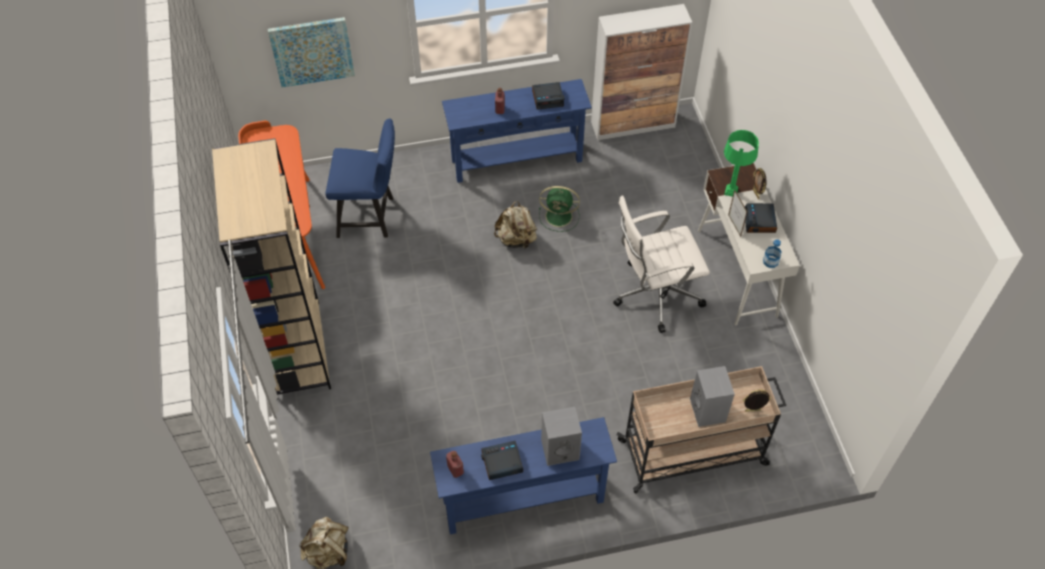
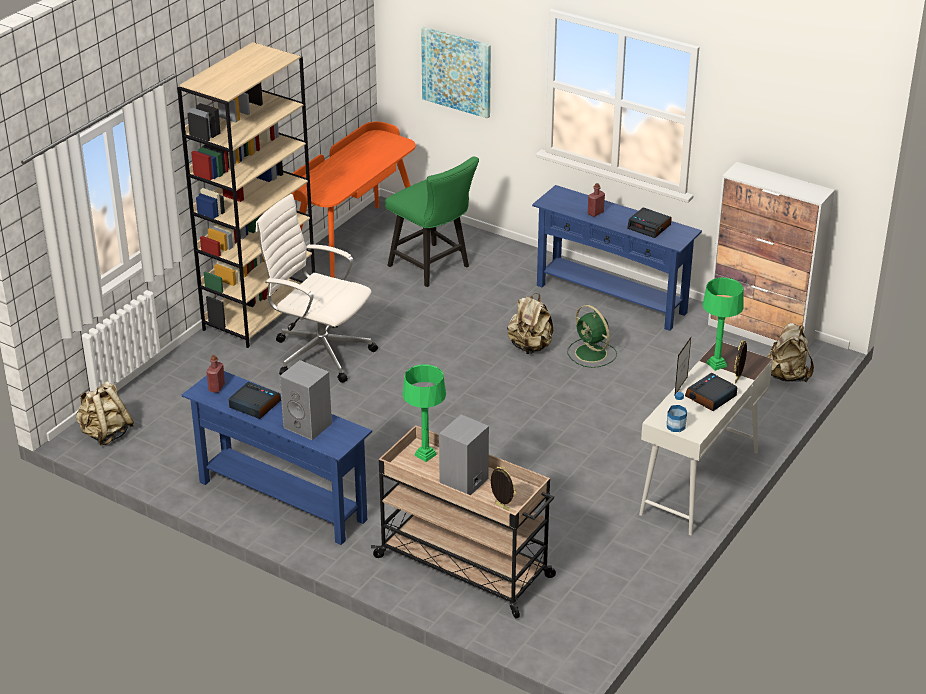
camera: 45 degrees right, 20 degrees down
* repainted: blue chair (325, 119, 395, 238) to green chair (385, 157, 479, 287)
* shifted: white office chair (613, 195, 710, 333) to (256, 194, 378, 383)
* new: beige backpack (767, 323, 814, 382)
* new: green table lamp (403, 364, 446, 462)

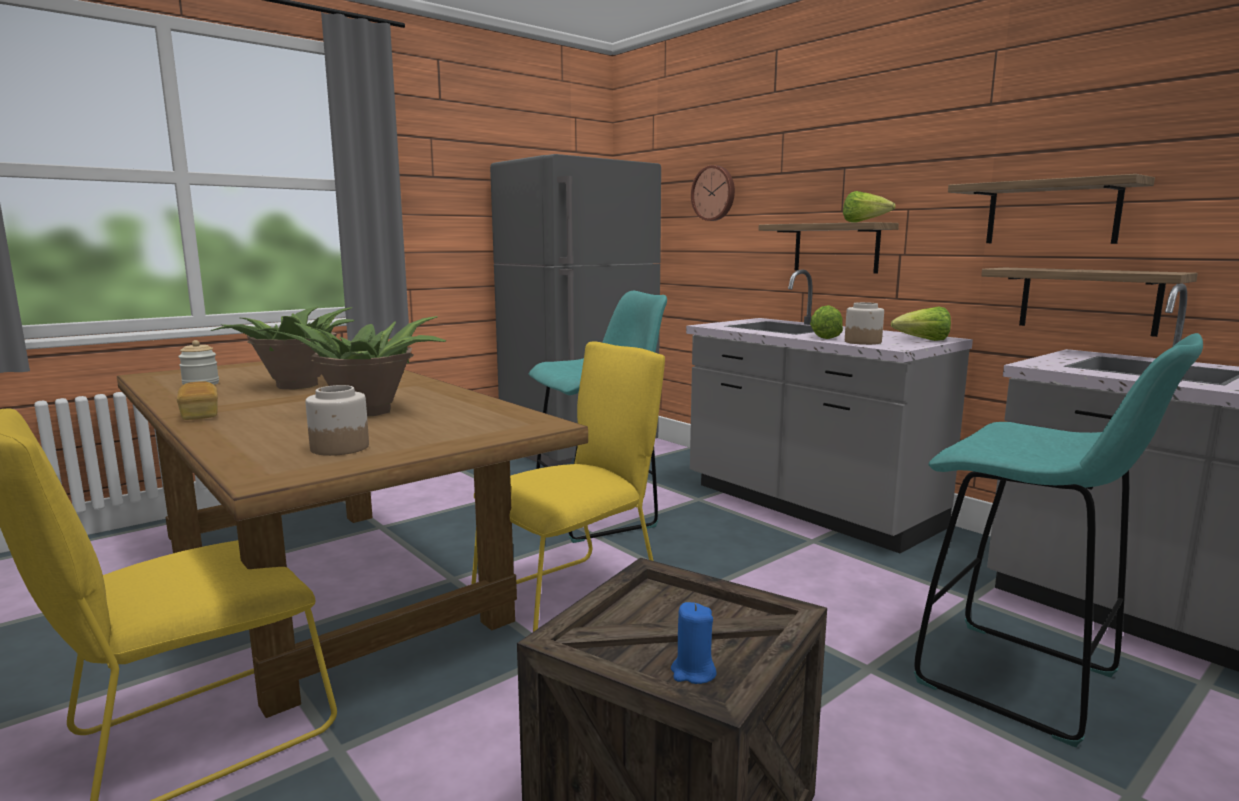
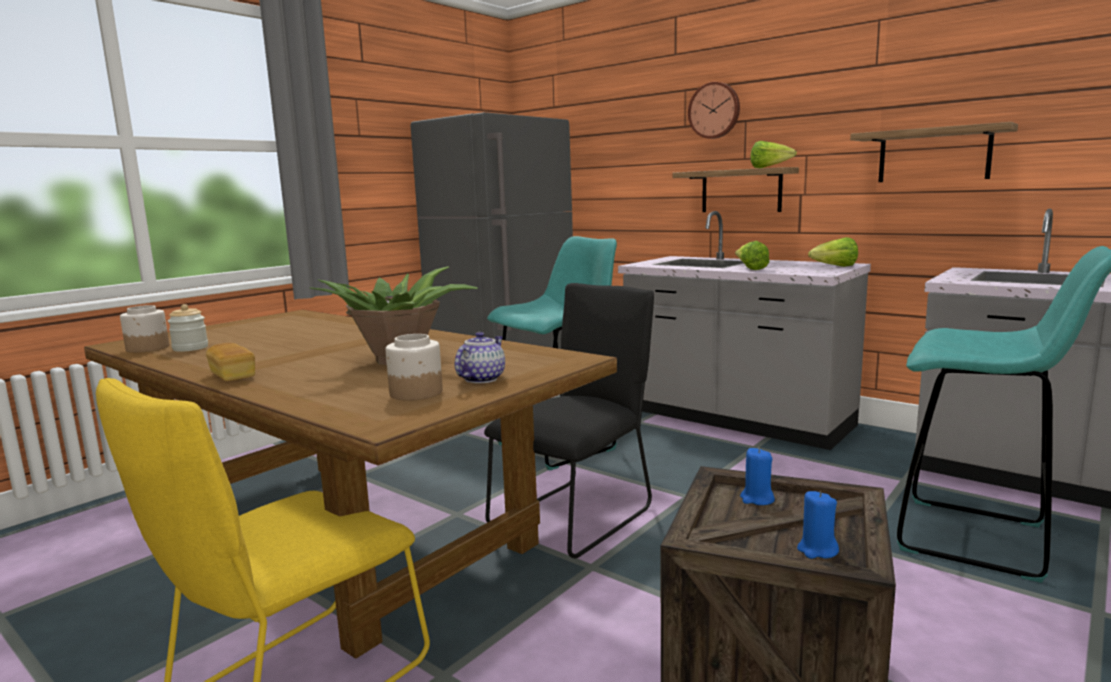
camera: 10 degrees left, 0 degrees up
* shifted: wall clock (691, 165, 735, 221) to (688, 82, 740, 139)
* gone: shelf (981, 268, 1198, 337)
* shifted: jar (845, 302, 884, 345) to (120, 305, 169, 353)
* gone: potted plant (211, 307, 354, 390)
* repainted: yellow chair (471, 341, 665, 632) to black chair (484, 283, 654, 558)
* new: teapot (455, 332, 505, 383)
* new: blue candle (740, 448, 775, 505)

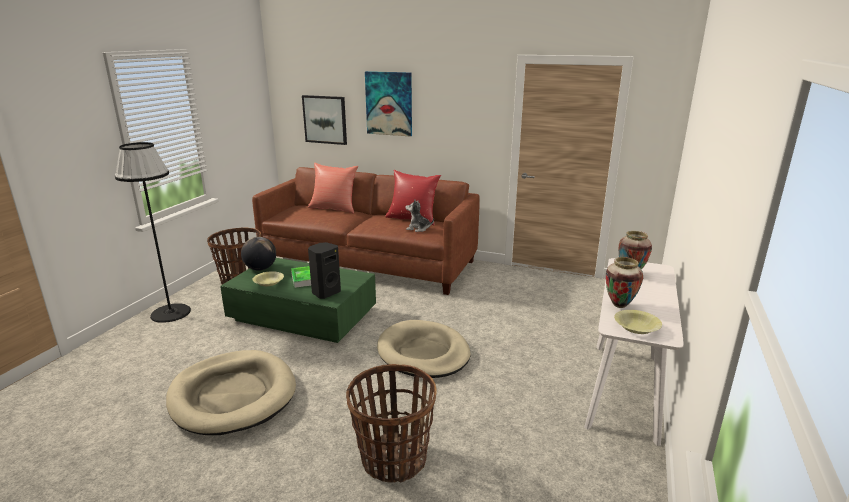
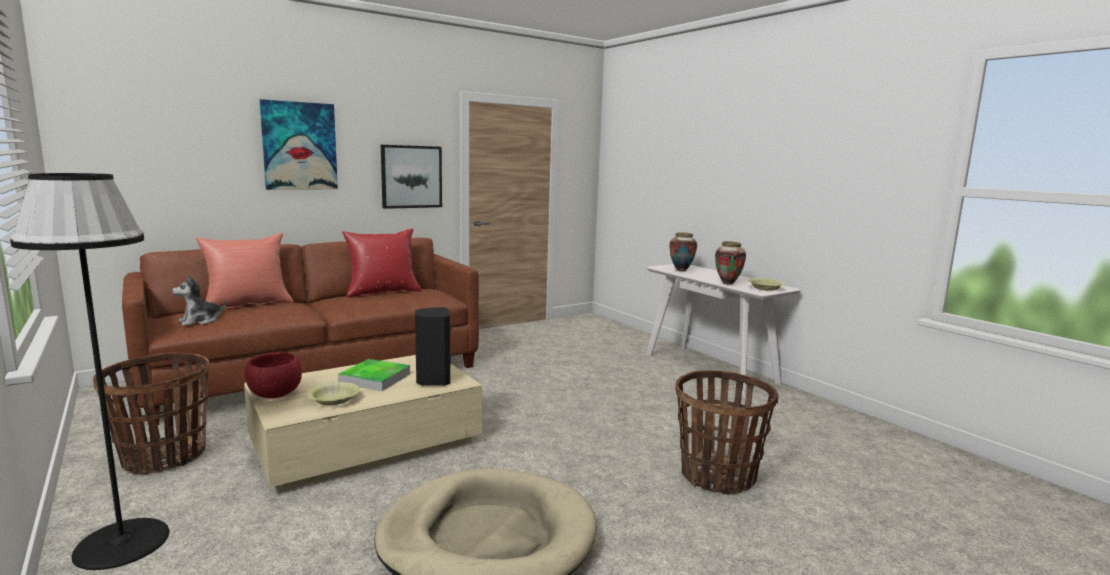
camera: 55 degrees left, 10 degrees down
* shifted: picture (302, 95, 347, 145) to (381, 145, 442, 209)
* shifted: plush toy (405, 200, 434, 232) to (172, 275, 227, 326)
* swapped: globe (241, 237, 276, 271) to red bowl (245, 352, 302, 398)
* repainted: green coffee table (220, 258, 376, 343) to beige coffee table (244, 355, 483, 491)
* gone: beige dog bed (377, 320, 470, 378)

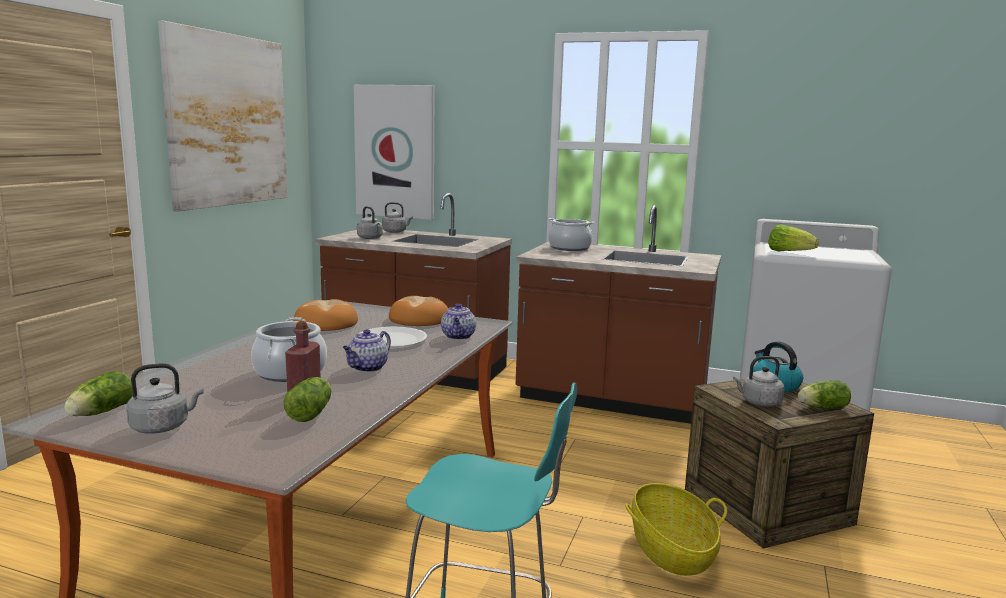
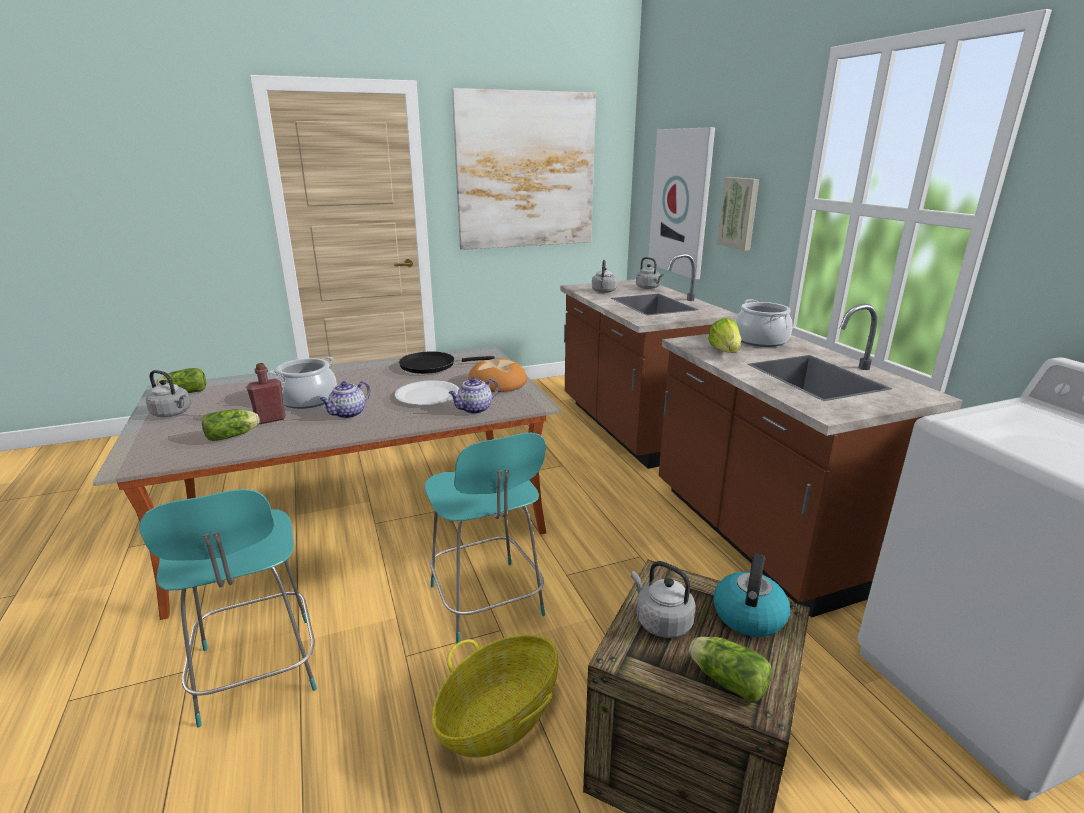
camera: 50 degrees right, 10 degrees up
* shifted: lettuce (768, 224, 819, 252) to (708, 318, 741, 353)
* swapped: bread (293, 299, 358, 331) to black frying pan (399, 351, 495, 374)
* rotated: teapot (343, 329, 391, 372) = (320, 381, 371, 418) 45 degrees counterclockwise
* new: picture (717, 177, 759, 251)
* new: turquoise chair (425, 433, 546, 644)

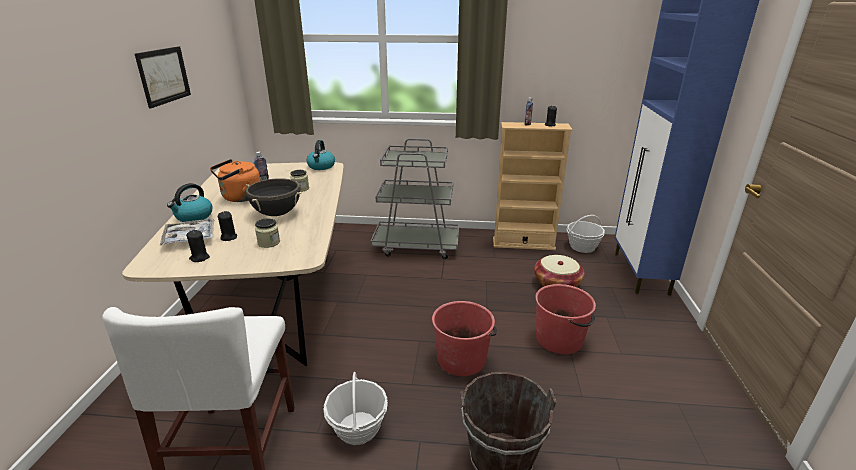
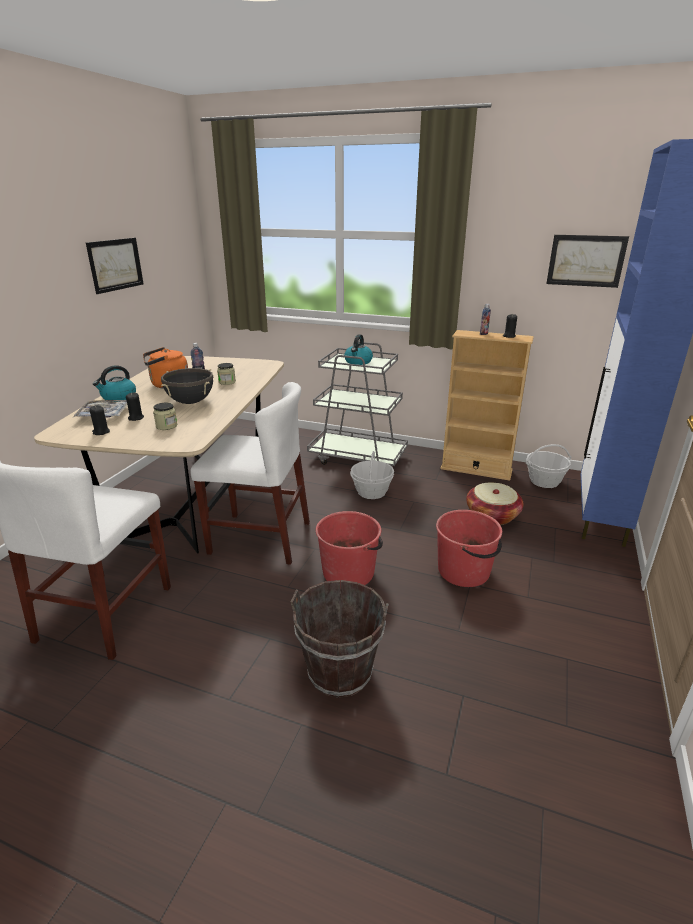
camera: 15 degrees right, 0 degrees up
* shifted: kettle (306, 140, 335, 170) to (344, 334, 373, 365)
* shifted: basket (323, 372, 388, 445) to (350, 451, 394, 499)
* new: picture (546, 235, 629, 288)
* new: white chair (190, 382, 310, 565)

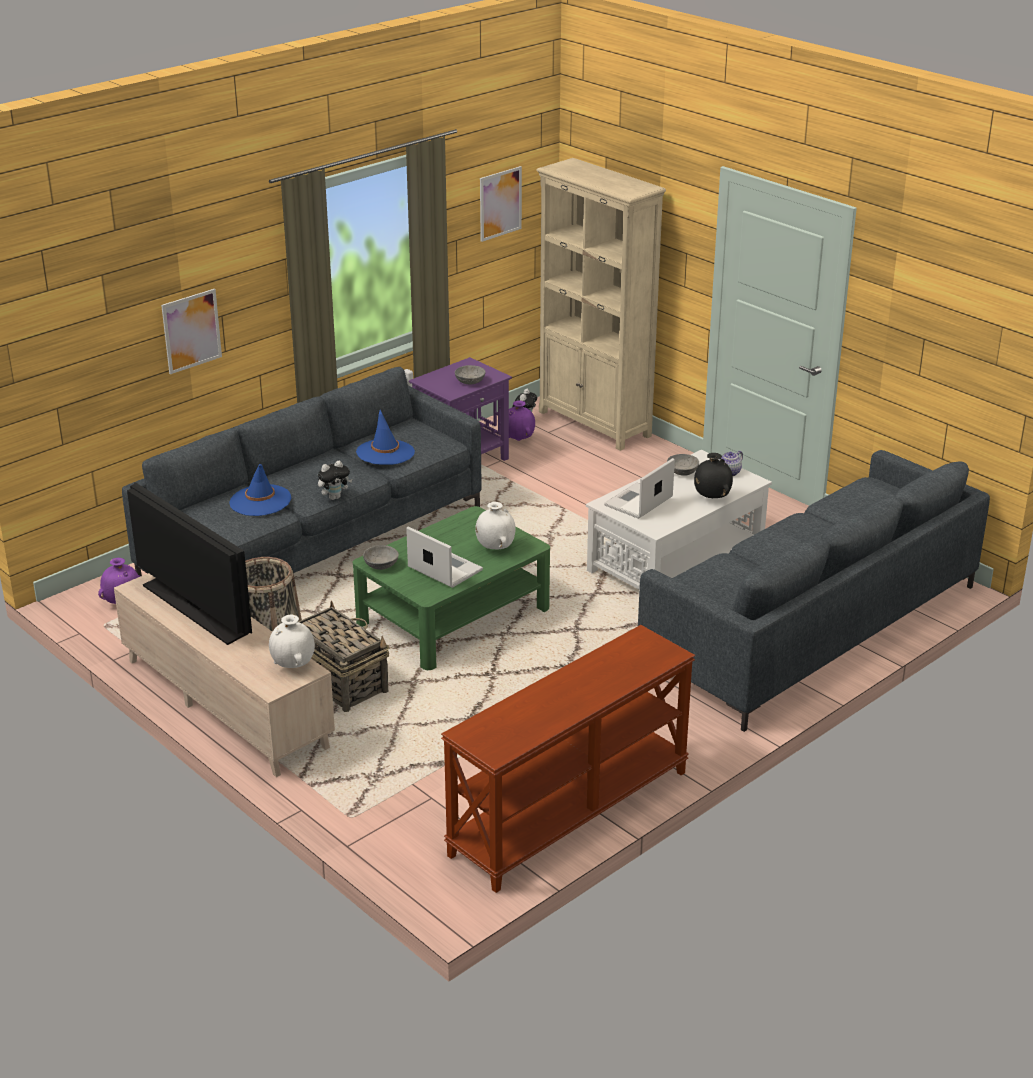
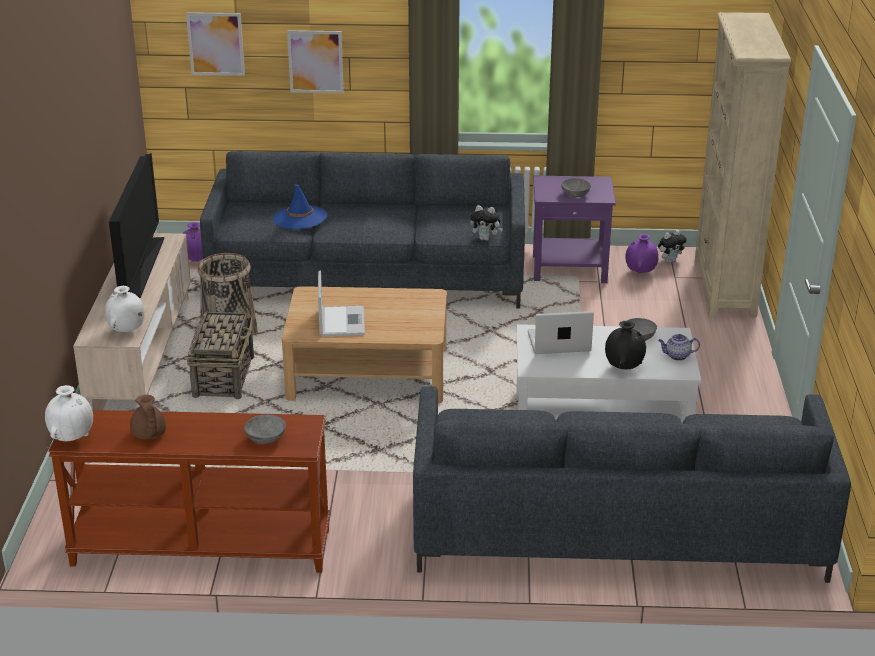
camera: 45 degrees right, 0 degrees up
* shifted: picture (480, 166, 522, 242) to (186, 12, 245, 76)
* gone: blue hat (356, 410, 415, 465)
* shifted: plush toy (318, 460, 352, 500) to (470, 205, 503, 241)
* shifted: white vase (475, 502, 516, 549) to (45, 385, 93, 441)
* repainted: green coffee table (353, 506, 550, 670) to beige coffee table (281, 286, 447, 404)
* shifted: grey bowl (363, 545, 399, 570) to (244, 415, 286, 444)
* new: brown teapot (130, 395, 166, 440)

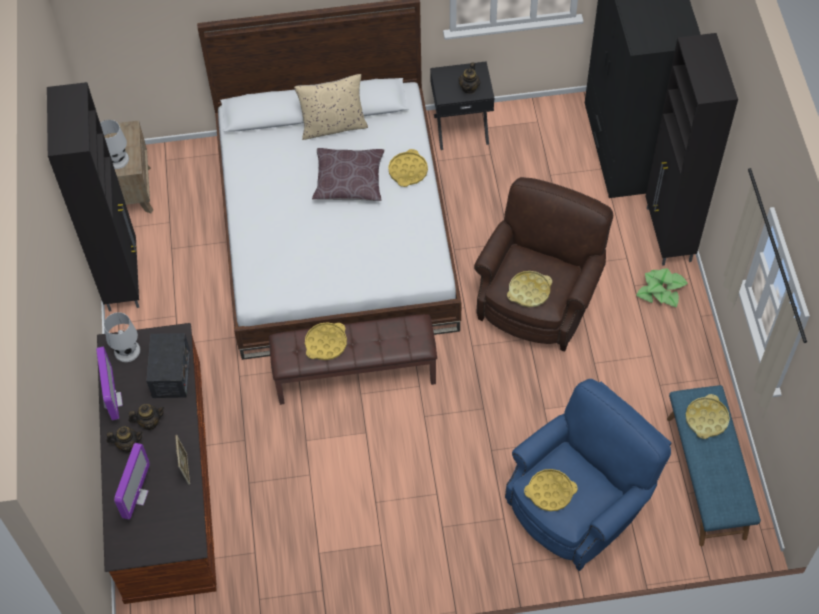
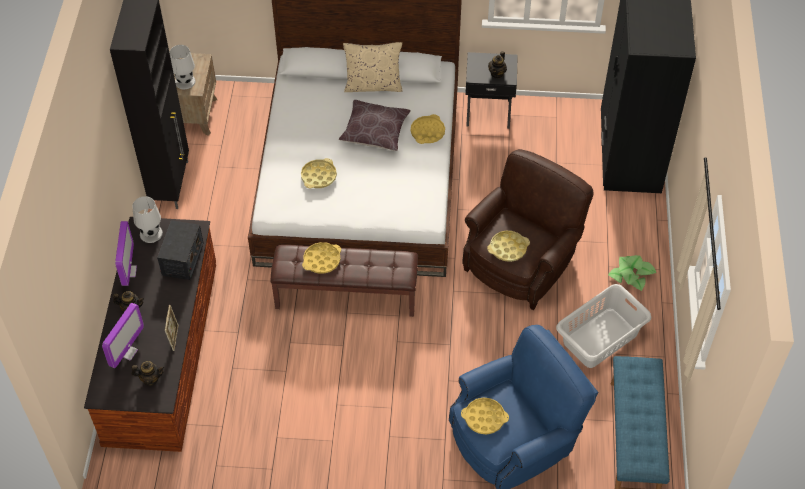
camera: 10 degrees right, 5 degrees down
* gone: black cabinet (645, 33, 738, 266)
* shifted: yellow tray (685, 394, 730, 439) to (301, 158, 337, 188)
* shifted: teapot (129, 404, 165, 430) to (131, 361, 165, 386)
* new: grey laundry basket (556, 284, 651, 368)

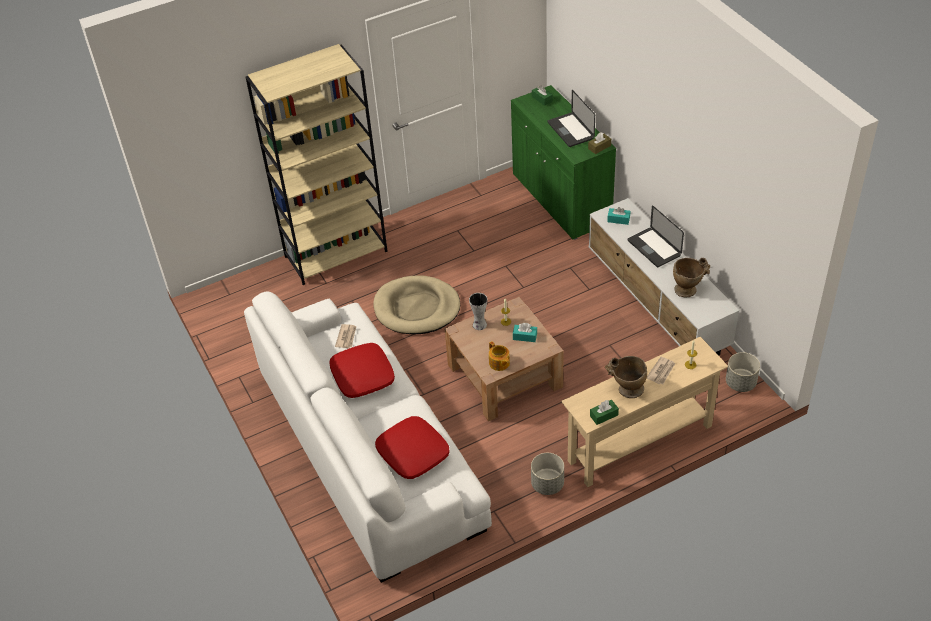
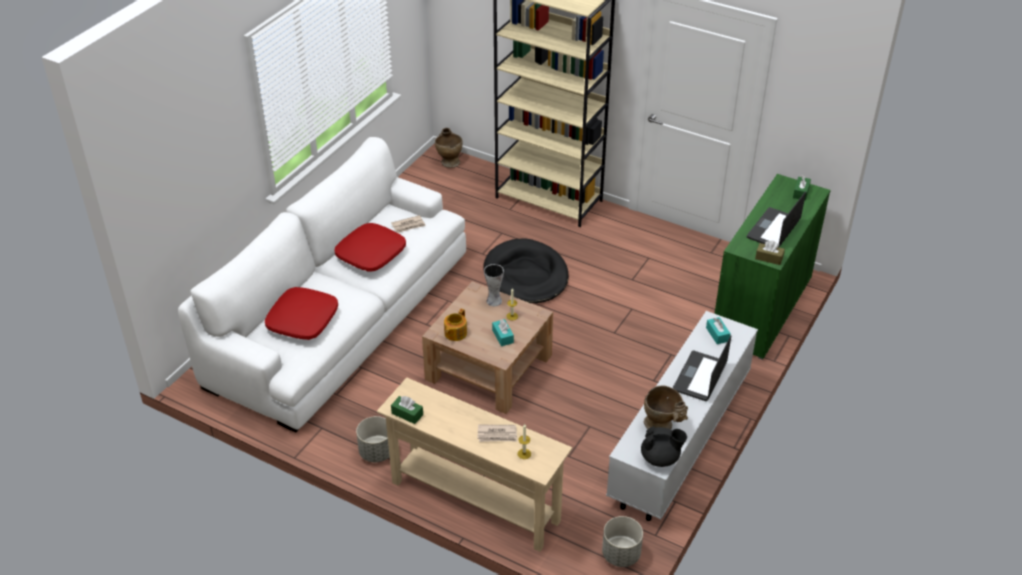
camera: 55 degrees right, 5 degrees down
* repainted: beige dog bed (373, 275, 460, 335) to black dog bed (483, 238, 569, 303)
* shifted: beige vase (605, 356, 647, 398) to (435, 128, 463, 168)
* new: black teapot (641, 426, 687, 467)

